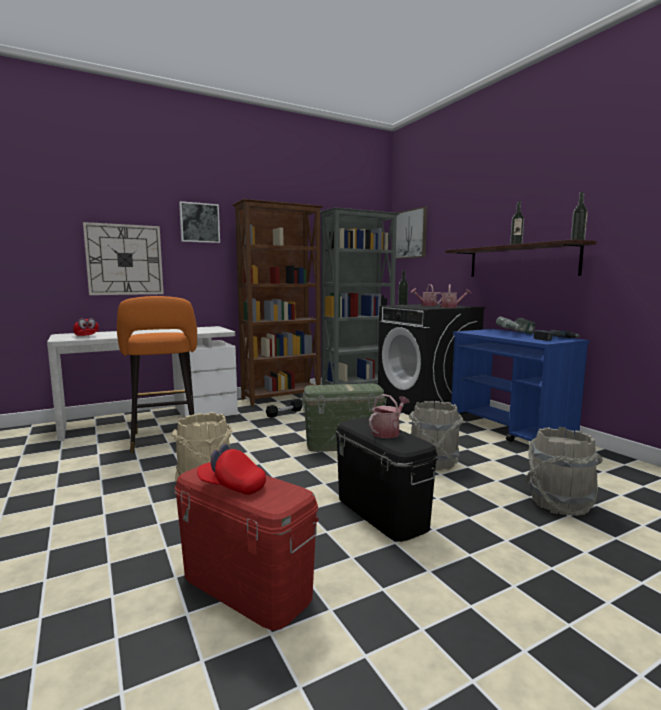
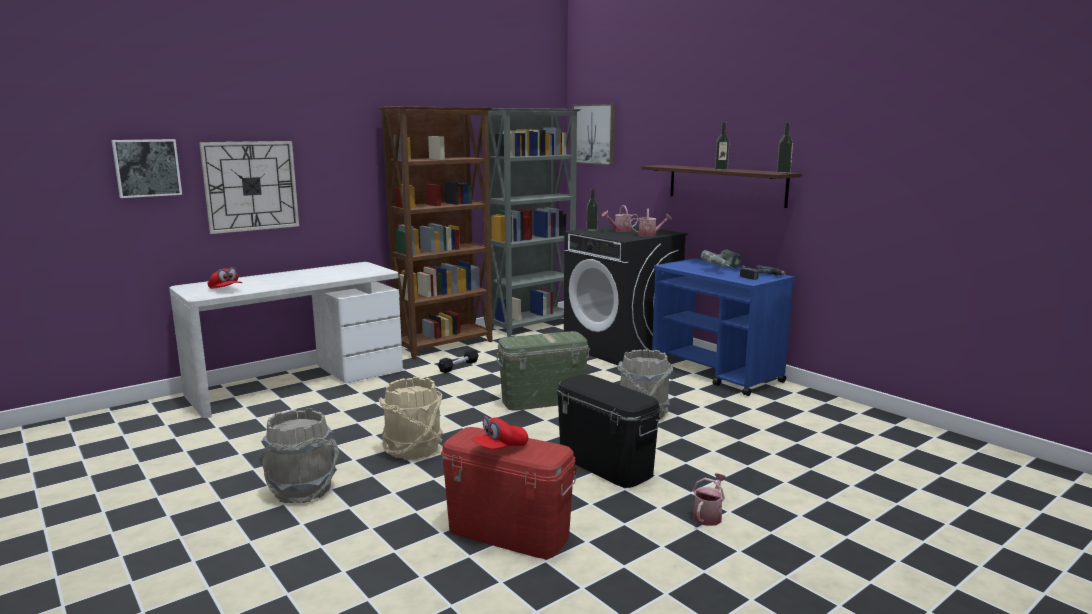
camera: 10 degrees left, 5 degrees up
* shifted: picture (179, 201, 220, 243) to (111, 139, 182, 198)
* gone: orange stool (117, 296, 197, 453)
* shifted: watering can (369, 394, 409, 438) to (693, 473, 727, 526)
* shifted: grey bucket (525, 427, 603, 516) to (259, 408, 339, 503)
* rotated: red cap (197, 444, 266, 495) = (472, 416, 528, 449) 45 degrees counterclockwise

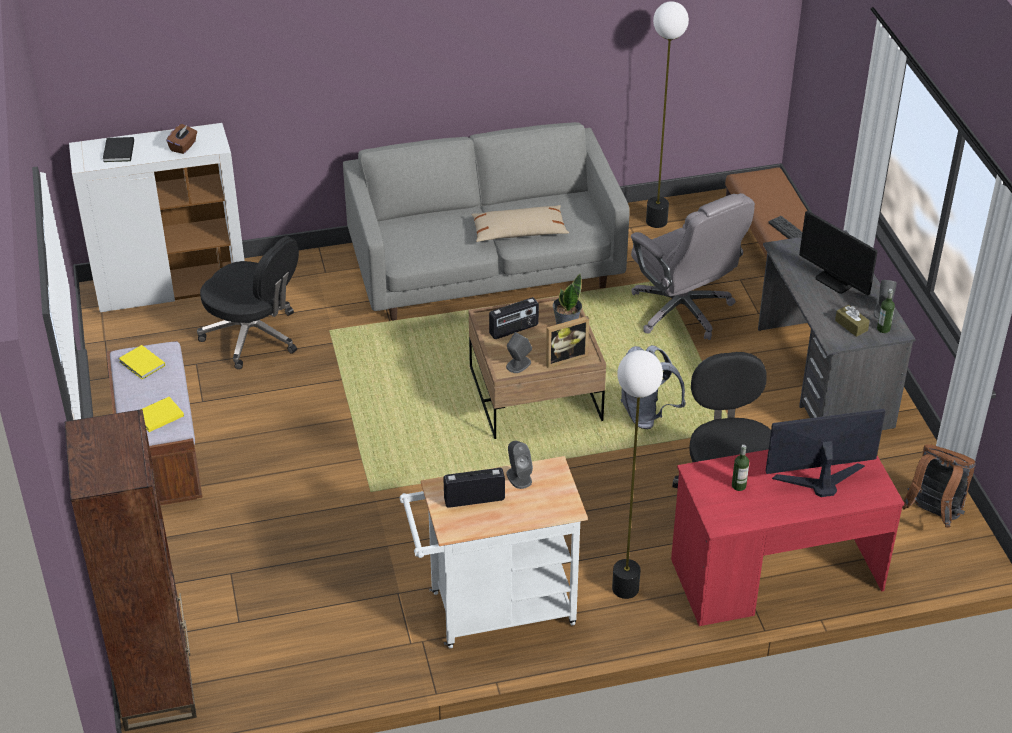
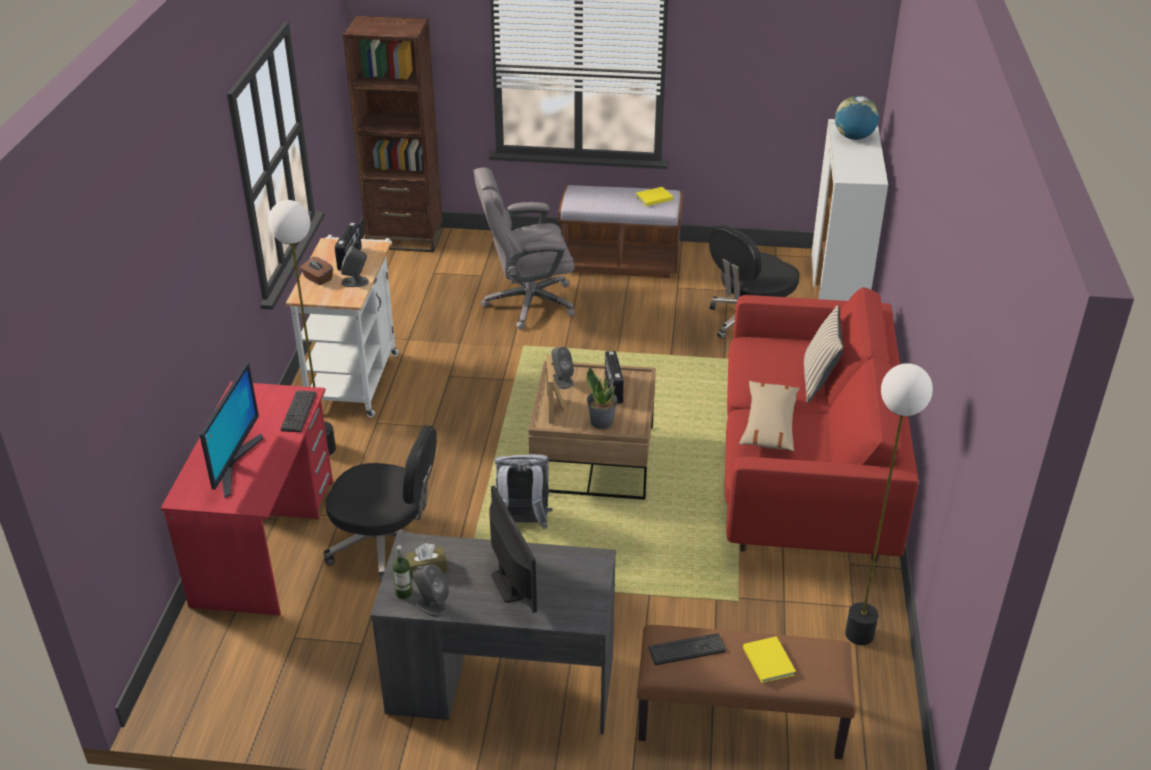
camera: 110 degrees right, 5 degrees down
* repainted: grey sofa (343, 122, 630, 320) to red sofa (725, 287, 918, 562)
* shifted: brown tissue box (166, 124, 197, 154) to (300, 257, 333, 285)
* swapped: black book (103, 137, 134, 162) to globe (835, 96, 879, 140)
* shifted: grey office chair (631, 193, 755, 340) to (474, 167, 575, 330)
* rotated: monitor (799, 211, 878, 296) = (489, 485, 537, 613) 90 degrees clockwise
* shifted: yellow book (143, 397, 184, 432) to (743, 636, 796, 683)
* gone: brown backpack (902, 444, 976, 528)
* gone: bottle (732, 445, 749, 491)
* new: beige pillow (804, 305, 844, 403)
* new: keyboard (281, 391, 316, 432)

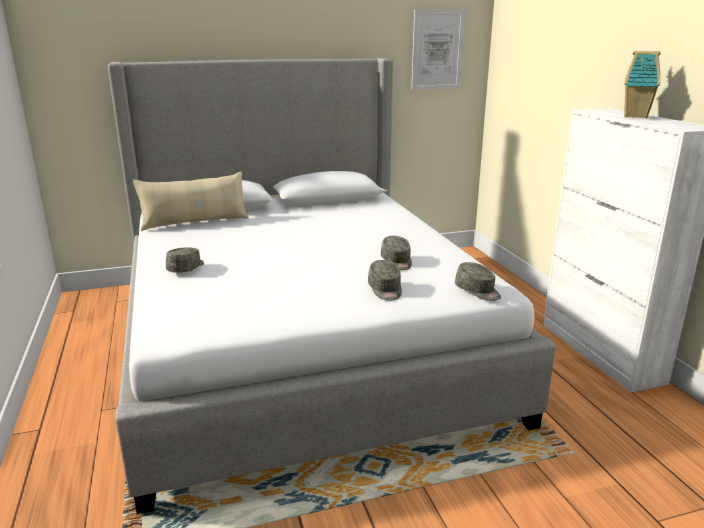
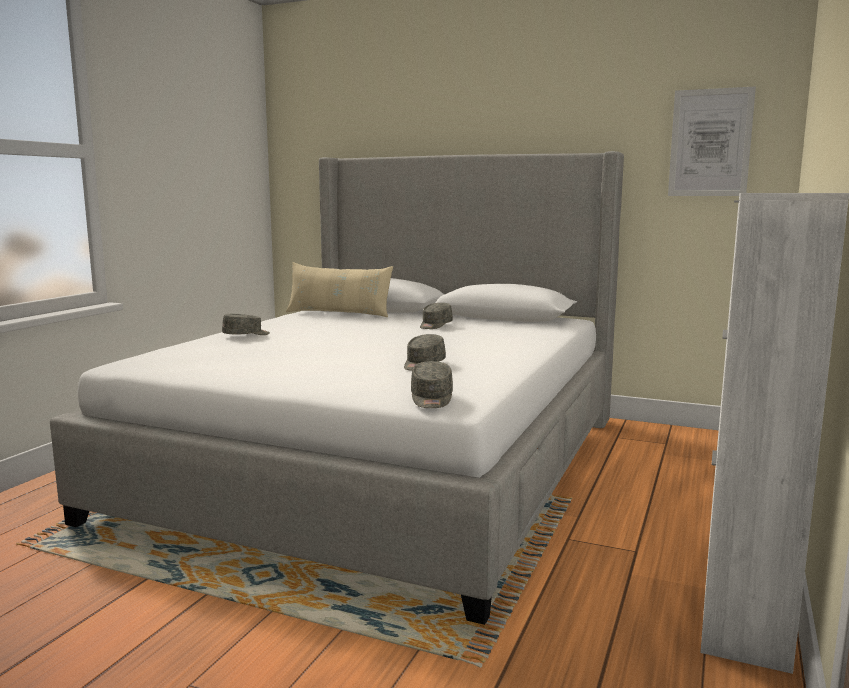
camera: 40 degrees right, 10 degrees down
* gone: toy house (624, 51, 661, 118)
* shifted: grey cap (368, 260, 402, 301) to (420, 303, 453, 329)

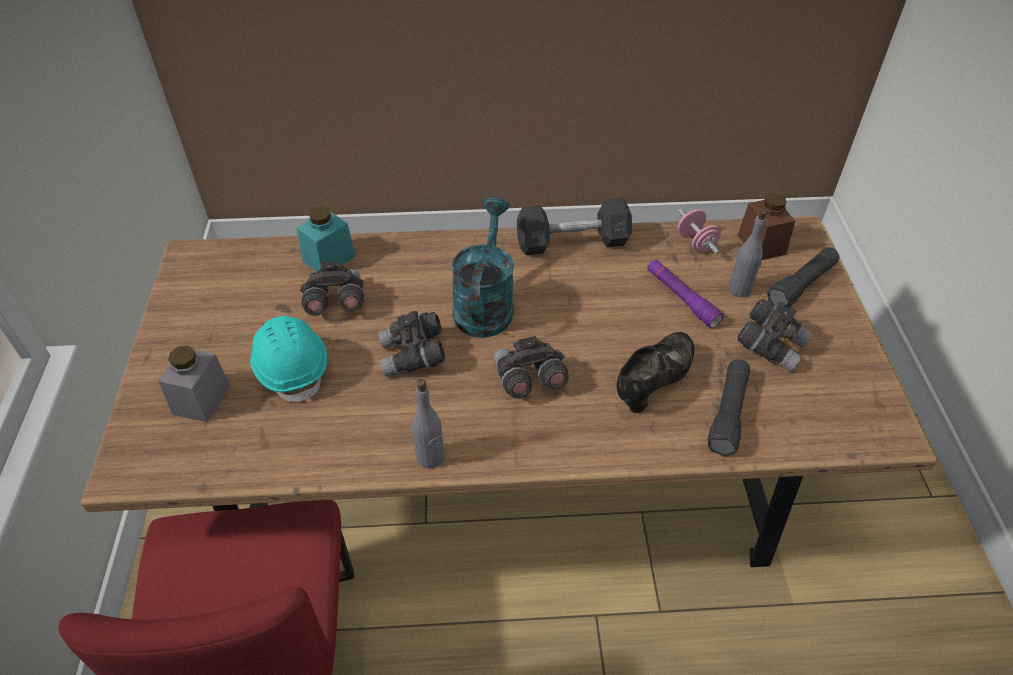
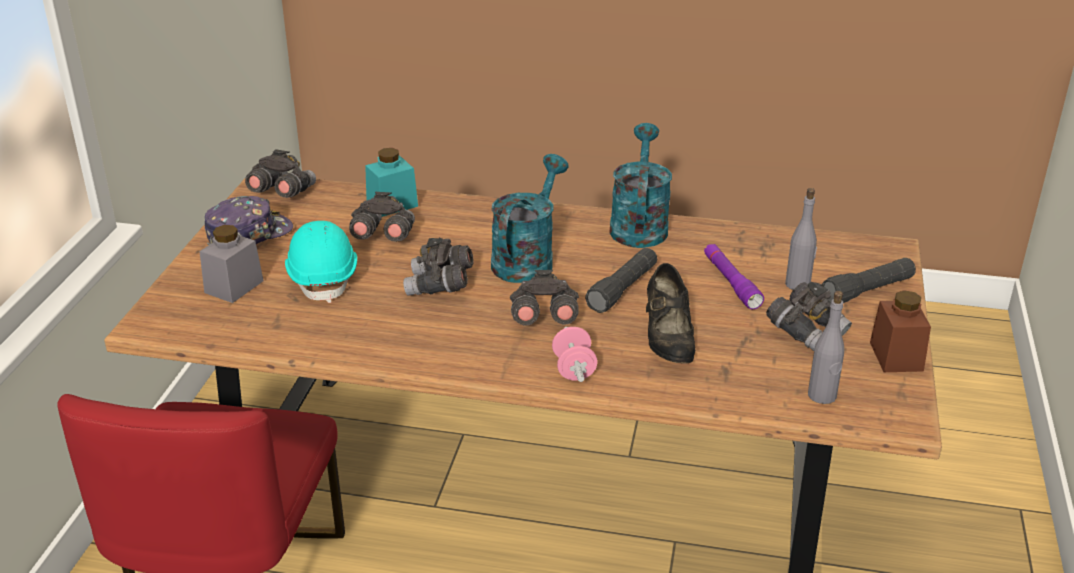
camera: 15 degrees right, 15 degrees down
* shifted: brown jar (738, 193, 795, 260) to (870, 290, 931, 372)
* swapped: grey dumbbell (517, 198, 632, 255) to turquoise watering can (610, 123, 672, 248)
* shifted: pink dumbbell (678, 209, 721, 254) to (552, 327, 597, 382)
* rotated: black shoe (616, 332, 694, 413) = (646, 263, 695, 364) 120 degrees clockwise
* shifted: black flashlight (707, 359, 750, 457) to (585, 248, 657, 313)
* shifted: grey bottle (412, 379, 444, 468) to (808, 291, 844, 404)
* new: grey binoculars (245, 149, 316, 198)
* new: cap (205, 196, 293, 245)

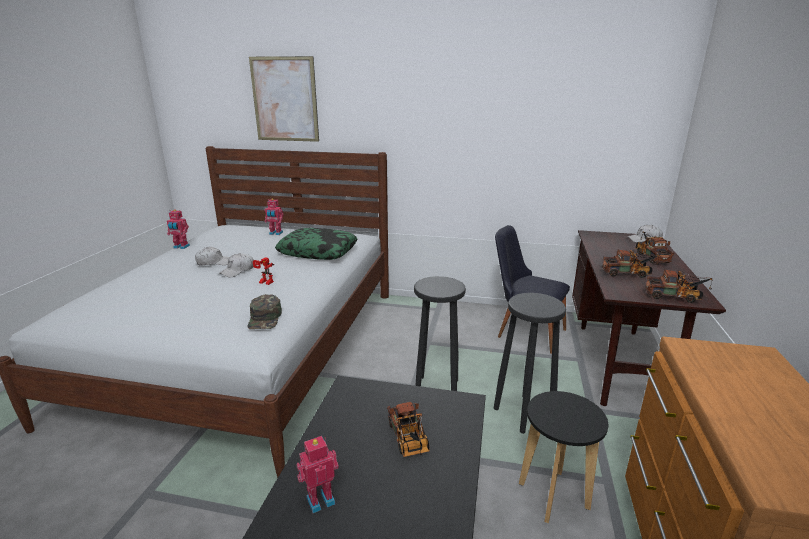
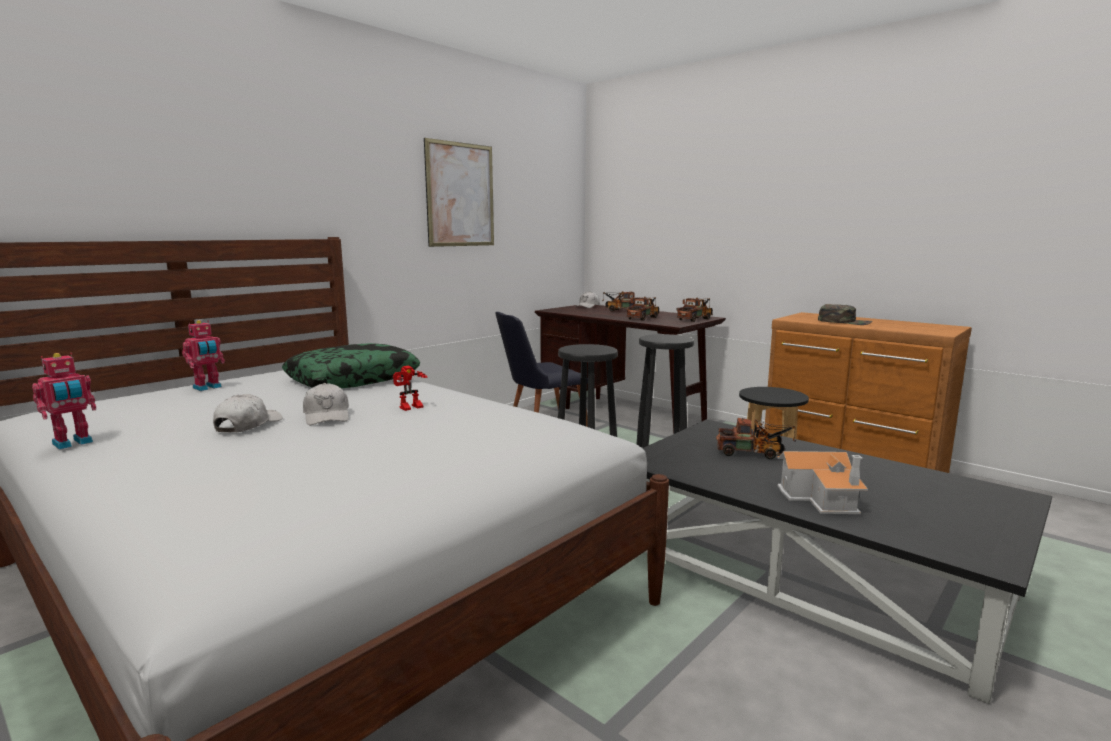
camera: 60 degrees left, 10 degrees down
* shifted: picture (249, 56, 319, 142) to (424, 138, 494, 247)
* shifted: green cap (248, 294, 282, 329) to (818, 304, 872, 325)
* swapped: toy robot (297, 436, 339, 513) to toy house (777, 451, 868, 514)

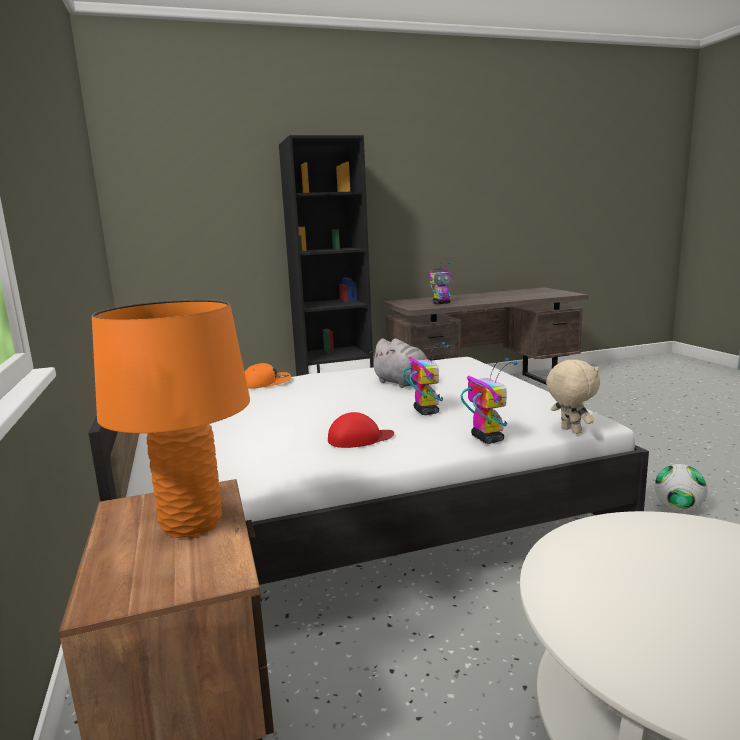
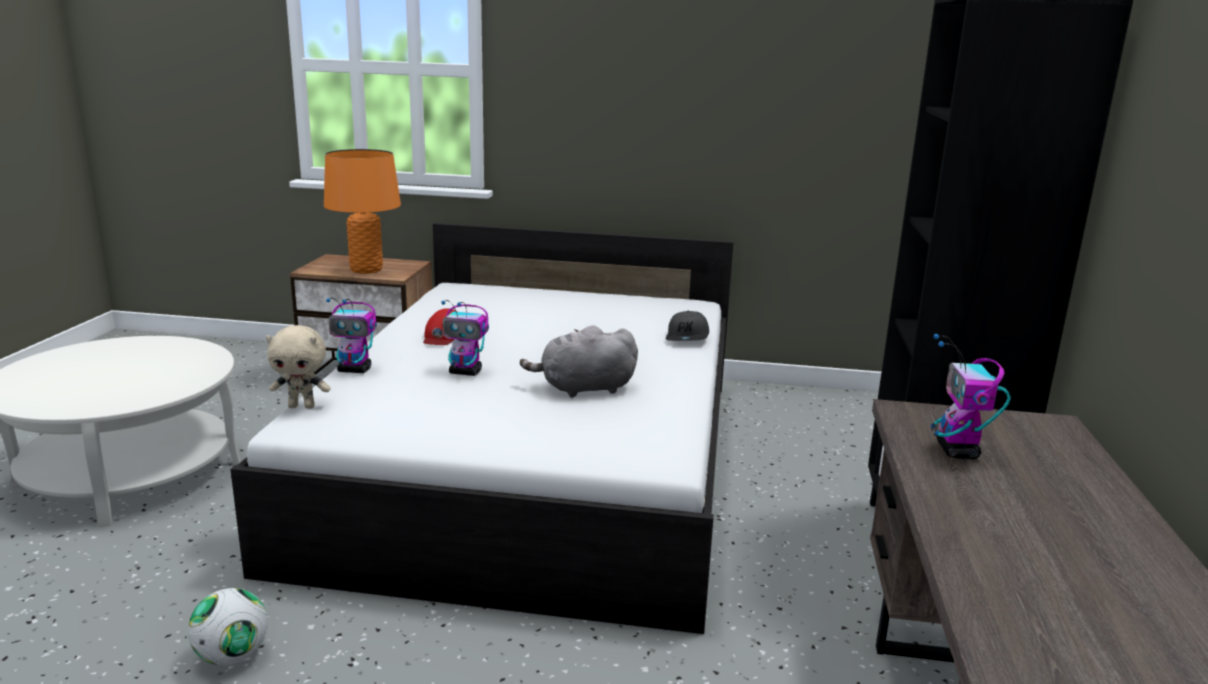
camera: 115 degrees right, 5 degrees up
* repainted: orange cap (245, 363, 291, 389) to grey cap (666, 311, 709, 341)

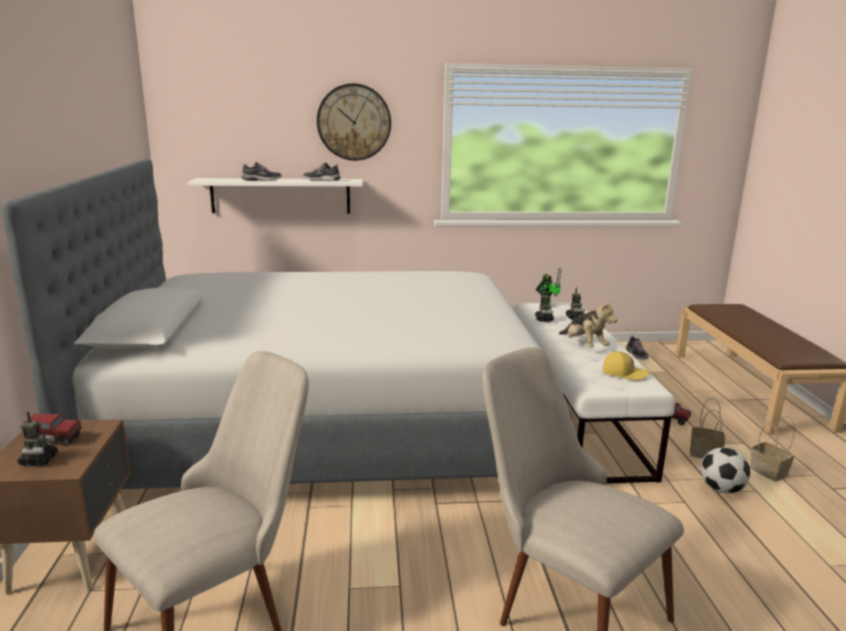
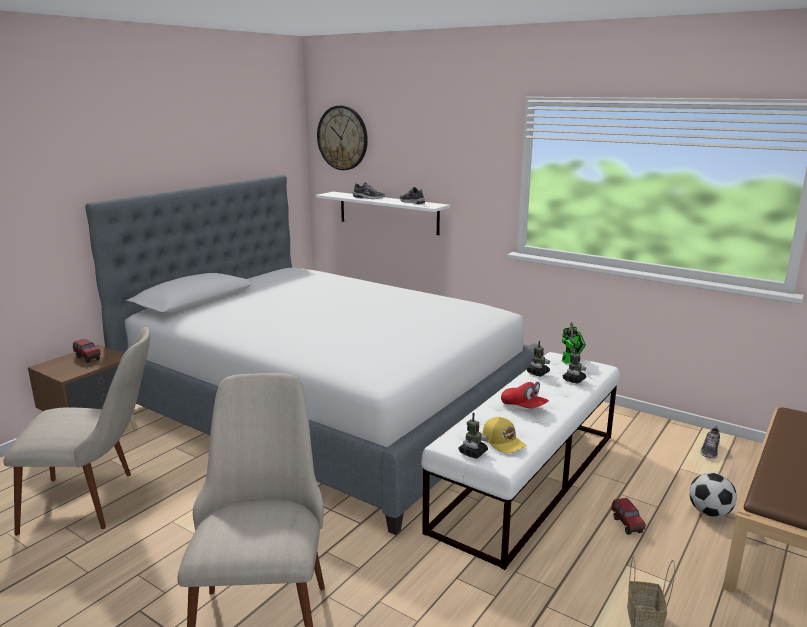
camera: 40 degrees right, 0 degrees up
* shifted: wall clock (317, 83, 391, 161) to (317, 105, 368, 170)
* swapped: plush toy (559, 300, 617, 347) to red cap (501, 382, 549, 408)
* gone: basket (690, 398, 725, 459)
* shifted: toy robot (17, 412, 58, 467) to (459, 413, 488, 458)
* shifted: football (701, 447, 750, 494) to (689, 473, 737, 517)

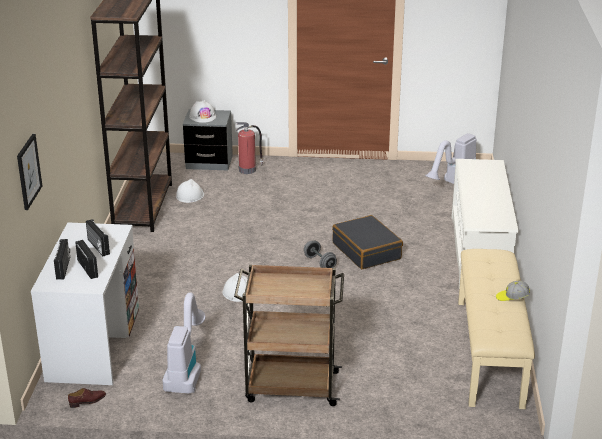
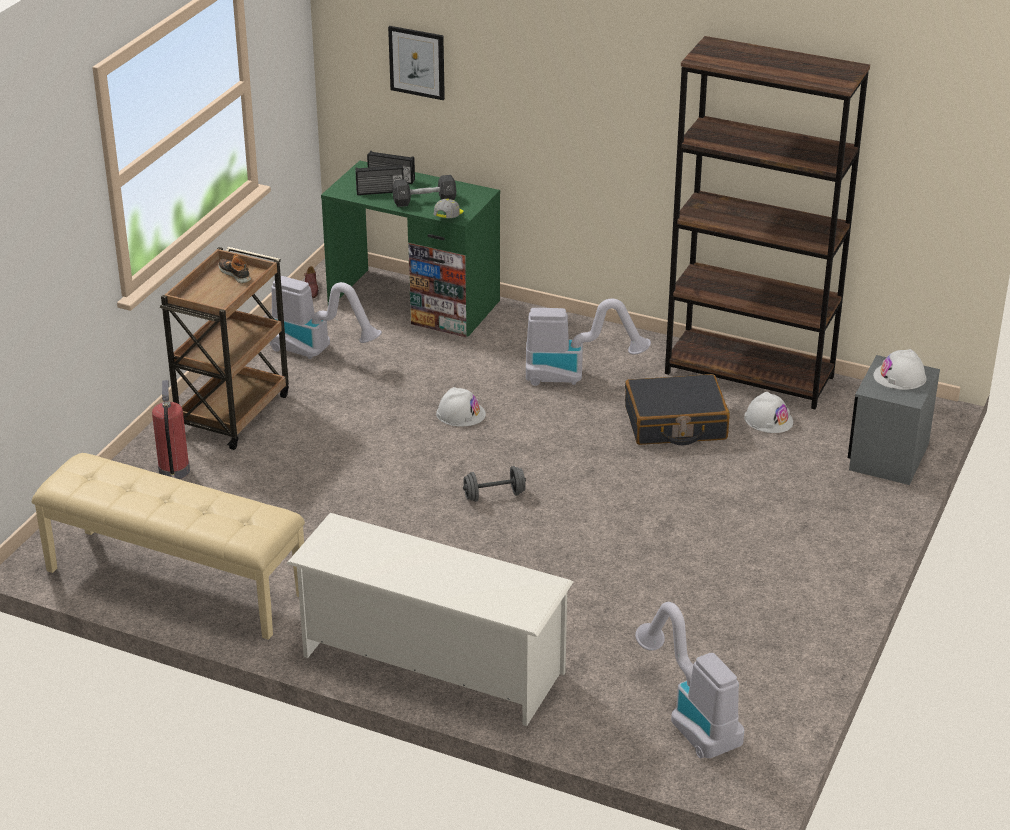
camera: 110 degrees right, 5 degrees up
* shifted: fire extinguisher (236, 122, 263, 174) to (152, 380, 190, 479)
* shifted: black suitcase (332, 215, 403, 269) to (625, 374, 730, 445)
* swapped: radio (86, 219, 110, 256) to black dumbbell (392, 175, 456, 207)
* repainted: white desk (31, 222, 139, 385) to green desk (321, 161, 500, 338)
* shifted: cap (496, 281, 530, 301) to (434, 199, 463, 218)
* new: shoe (218, 254, 251, 284)
* new: vacuum cleaner (526, 299, 651, 386)

